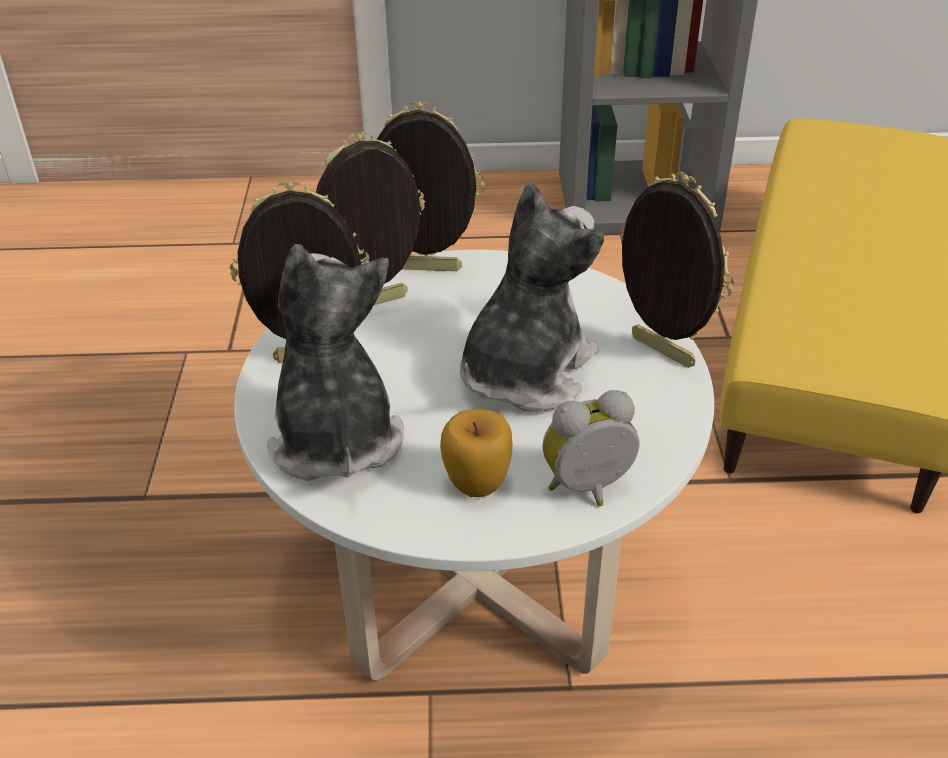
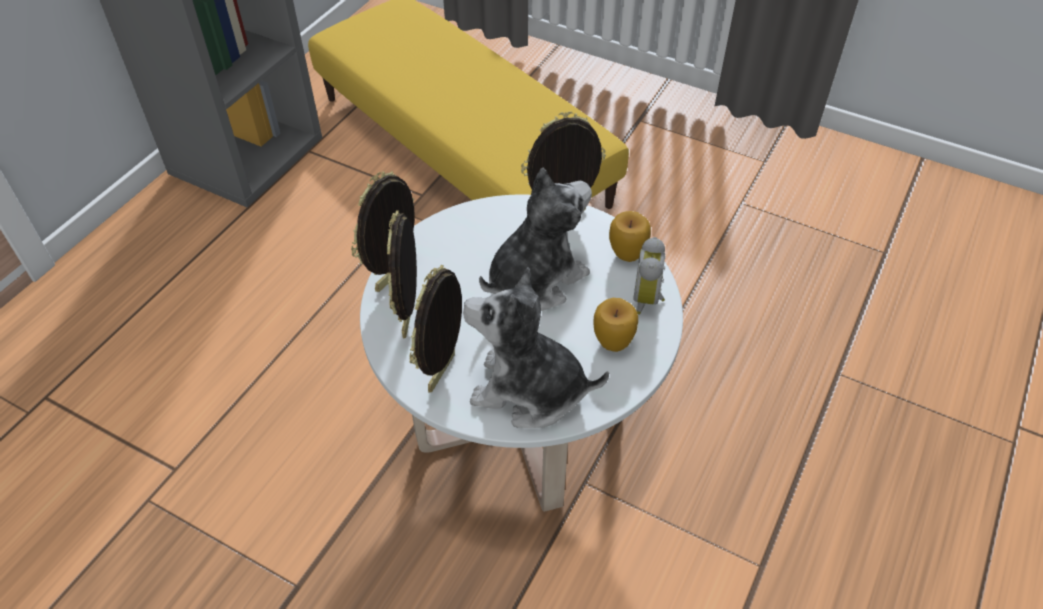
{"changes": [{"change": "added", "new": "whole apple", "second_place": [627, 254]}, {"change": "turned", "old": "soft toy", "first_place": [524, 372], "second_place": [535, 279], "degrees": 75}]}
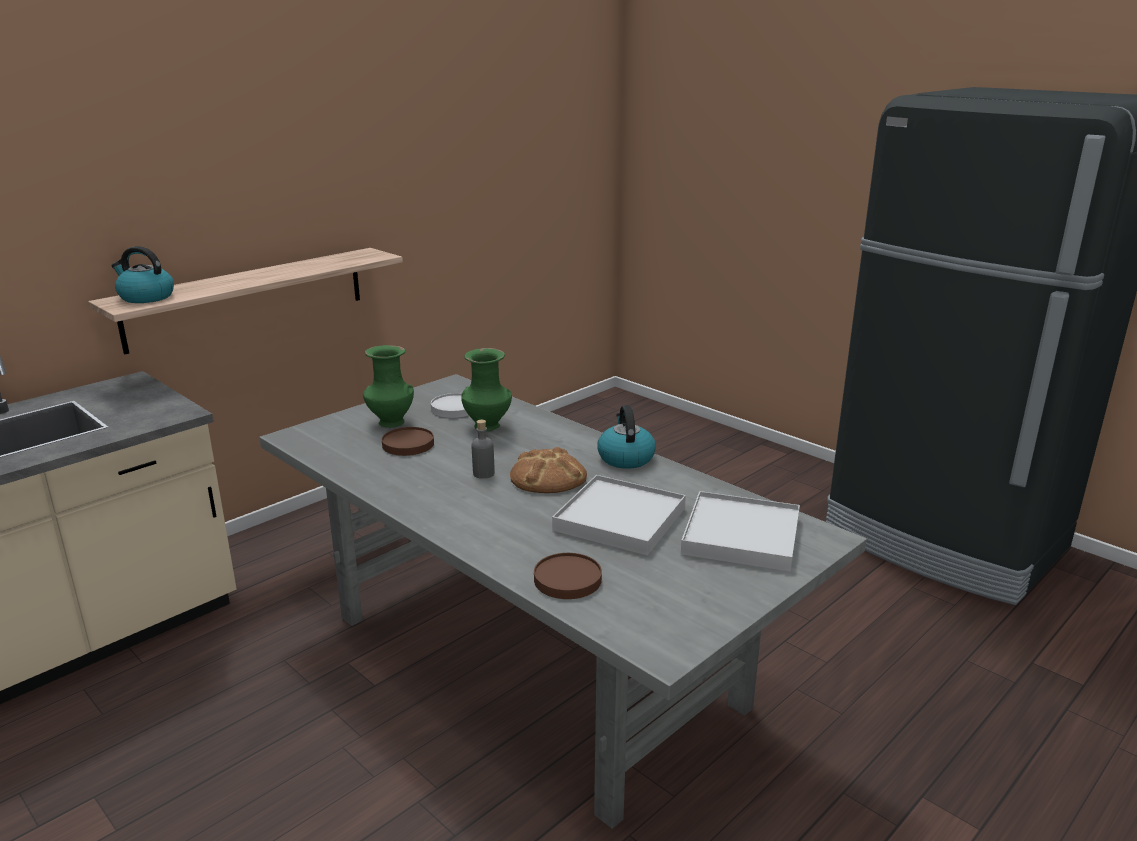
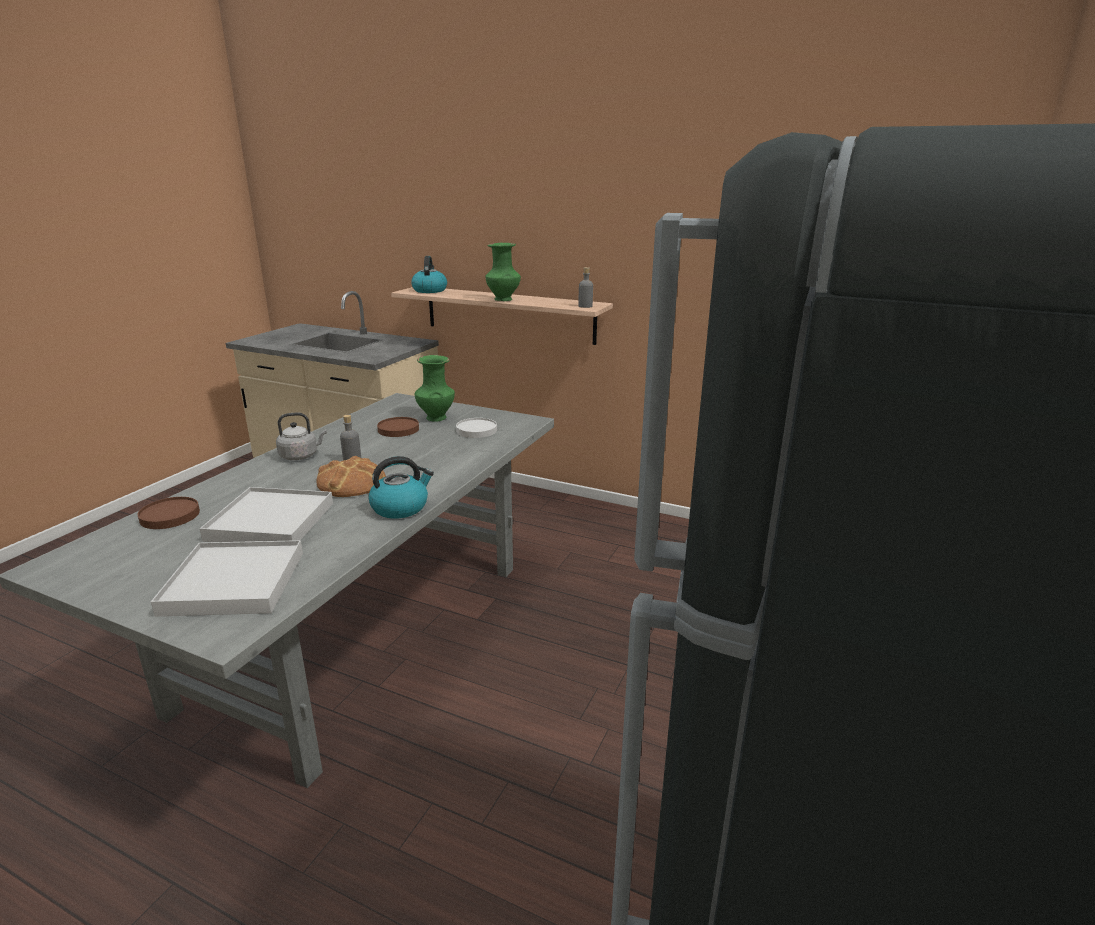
{"changes": [{"change": "added", "new": "gray kettle", "second_place": [301, 456]}, {"change": "added", "new": "gray drink bottle", "second_place": [585, 306]}, {"change": "moved", "old": "greenish decorative vase", "first_place": [488, 426], "second_place": [503, 300]}]}
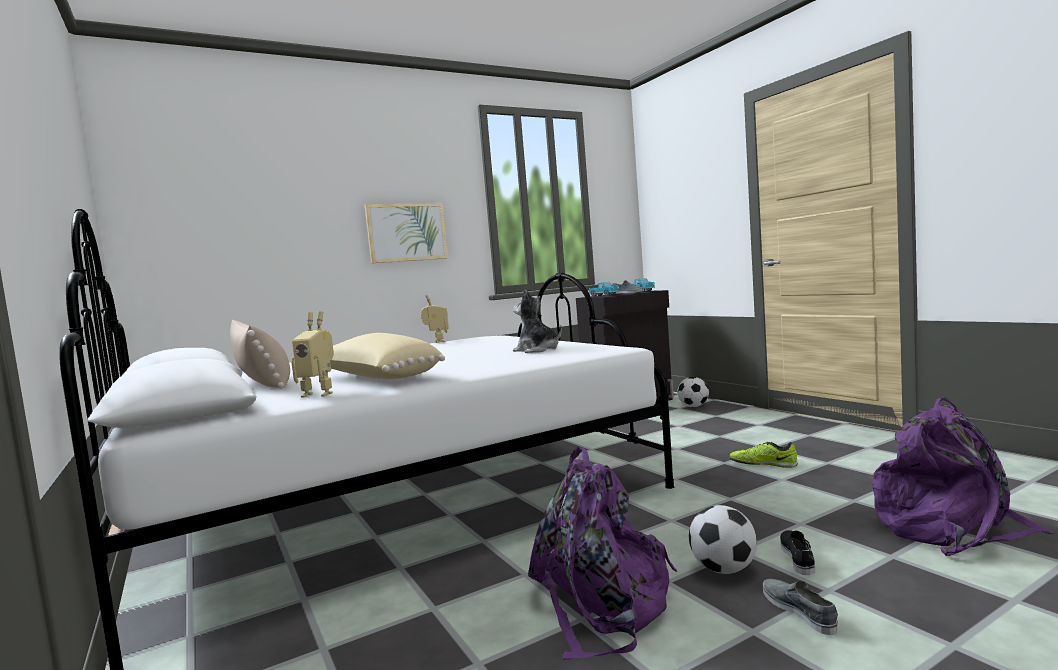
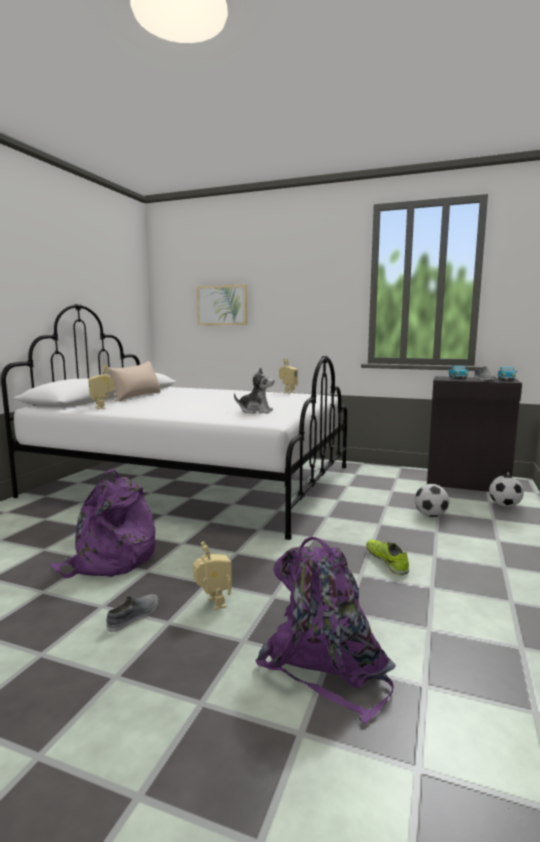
{"changes": [{"change": "removed", "old": "sand-coloured cushion", "first_place": [376, 378]}, {"change": "moved", "old": "wall picture", "first_place": [406, 232], "second_place": [222, 305]}, {"change": "moved", "old": "football", "first_place": [724, 570], "second_place": [430, 515]}, {"change": "replaced", "old": "black item of footwear", "new": "model robot", "first_place": [798, 556], "second_place": [213, 604]}, {"change": "turned", "old": "soft toy", "first_place": [537, 350], "second_place": [255, 411], "degrees": 105}]}
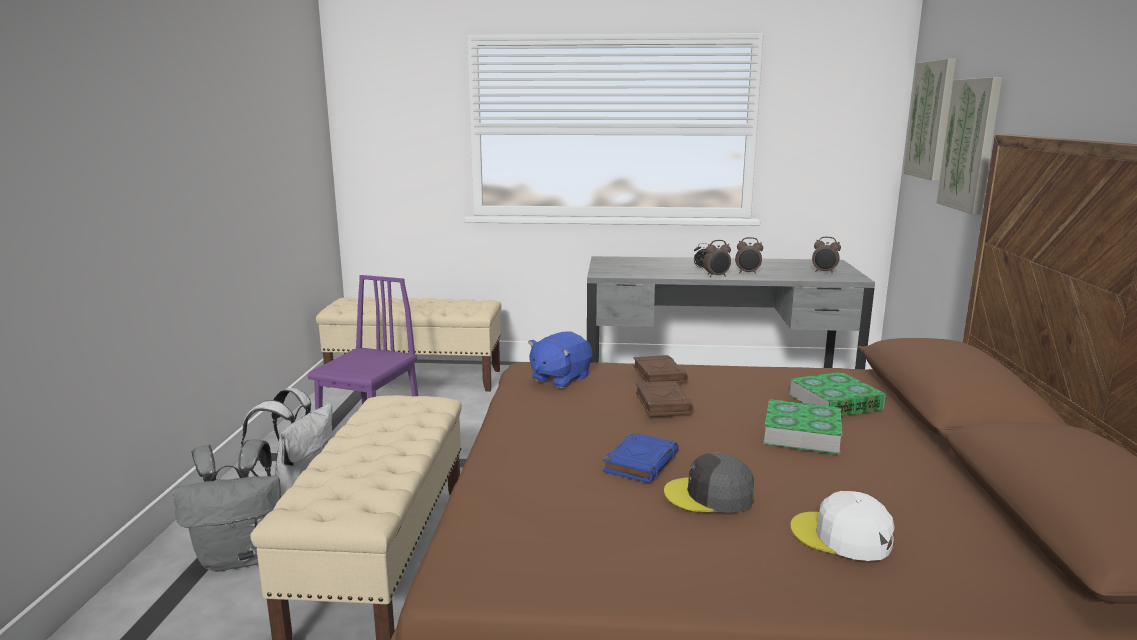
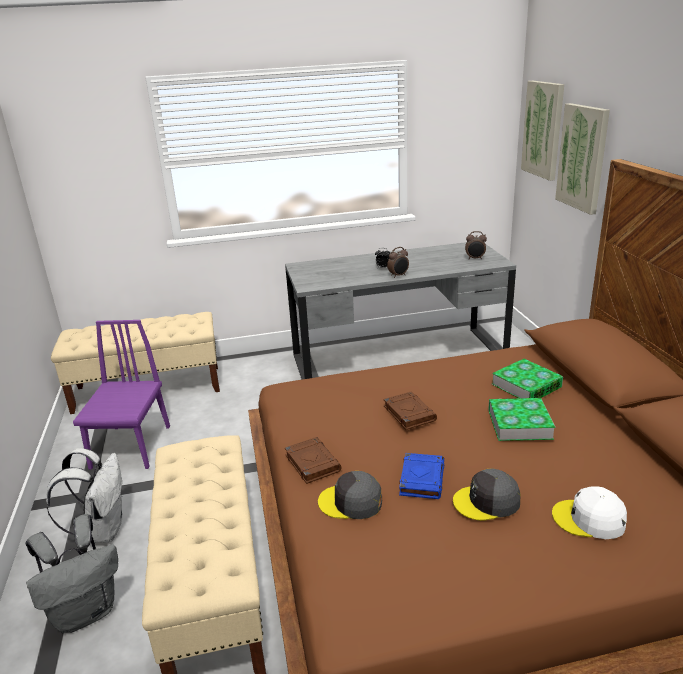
{"changes": [{"change": "removed", "old": "blue-coloured soft toy", "first_place": [559, 379]}, {"change": "removed", "old": "table clock", "first_place": [747, 273]}, {"change": "added", "new": "gray baseball cap", "second_place": [351, 502]}, {"change": "moved", "old": "brownish volume", "first_place": [658, 374], "second_place": [312, 463]}]}
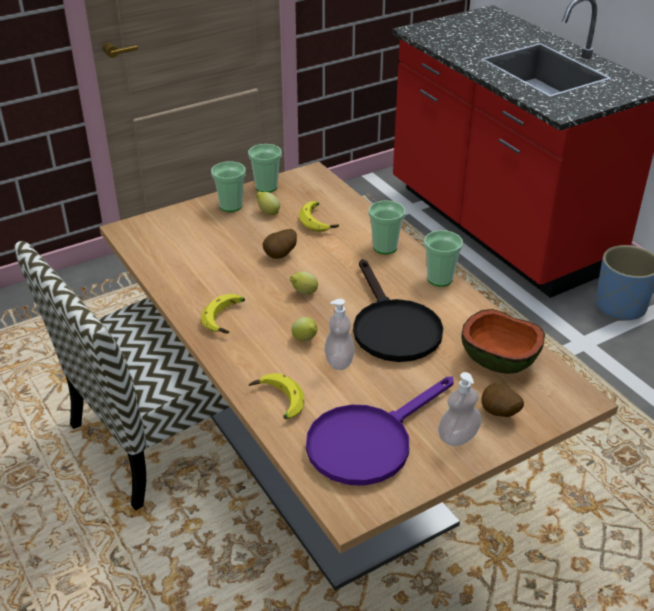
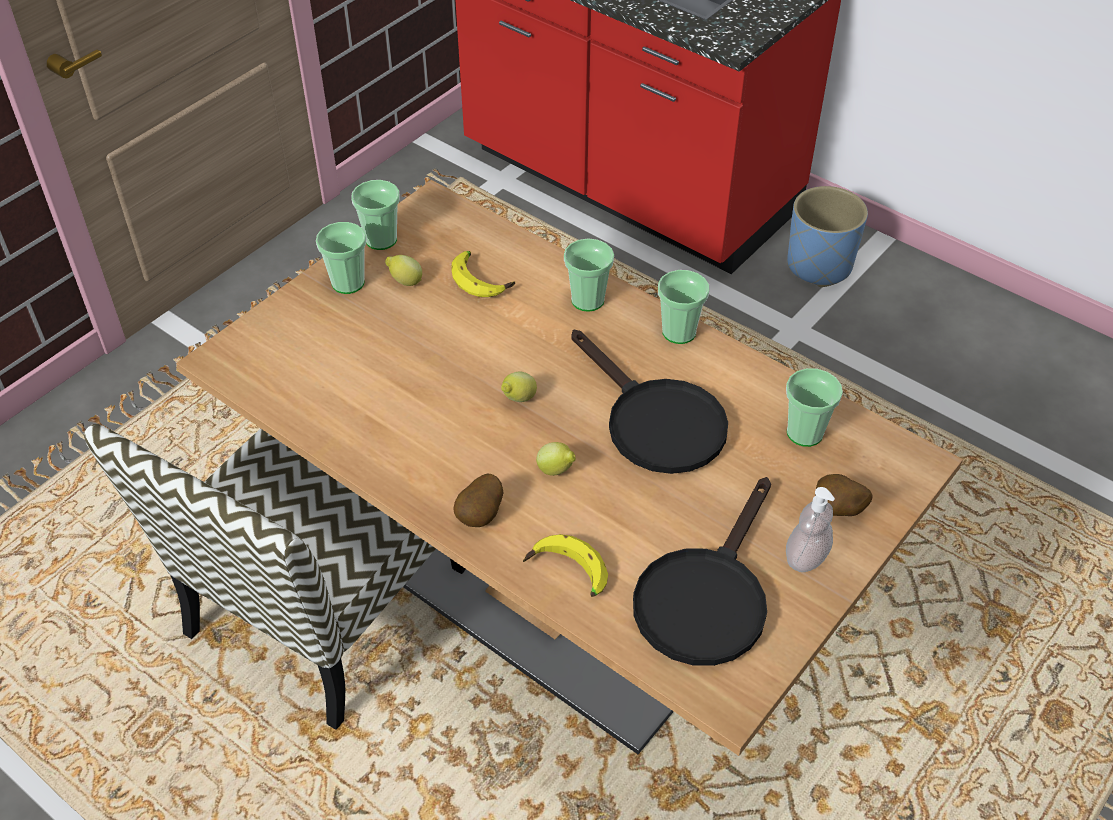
{"changes": [{"change": "removed", "old": "banana fruit", "first_place": [227, 319]}, {"change": "removed", "old": "soap dispenser", "first_place": [339, 361]}, {"change": "moved", "old": "potato", "first_place": [281, 256], "second_place": [481, 516]}, {"change": "replaced", "old": "serving bowl", "new": "cup", "first_place": [500, 359], "second_place": [804, 433]}, {"change": "recoloured", "old": "purplish frying pan", "new": "black frying pan", "first_place": [368, 441], "second_place": [706, 596]}]}
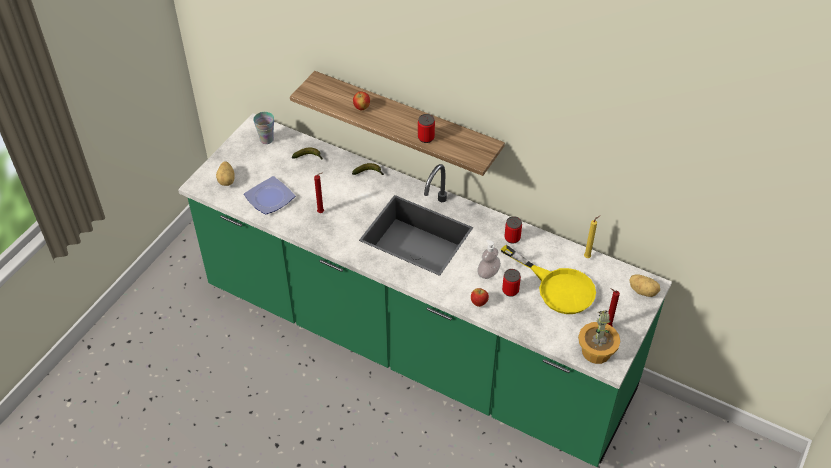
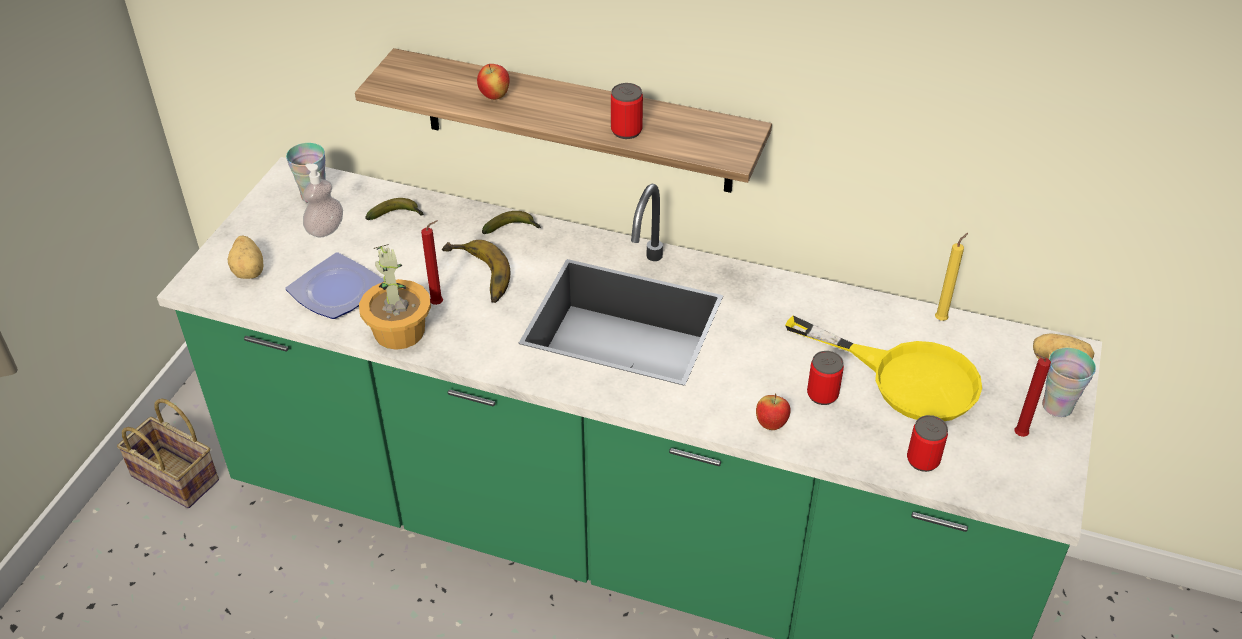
{"changes": [{"change": "added", "new": "household basket", "second_place": [178, 478]}, {"change": "added", "new": "banana fruit", "second_place": [475, 276]}, {"change": "added", "new": "cup", "second_place": [1057, 406]}, {"change": "moved", "old": "soap dispenser", "first_place": [488, 273], "second_place": [325, 229]}, {"change": "moved", "old": "sealed can", "first_place": [512, 238], "second_place": [923, 460]}, {"change": "moved", "old": "potted plant", "first_place": [596, 352], "second_place": [399, 332]}]}
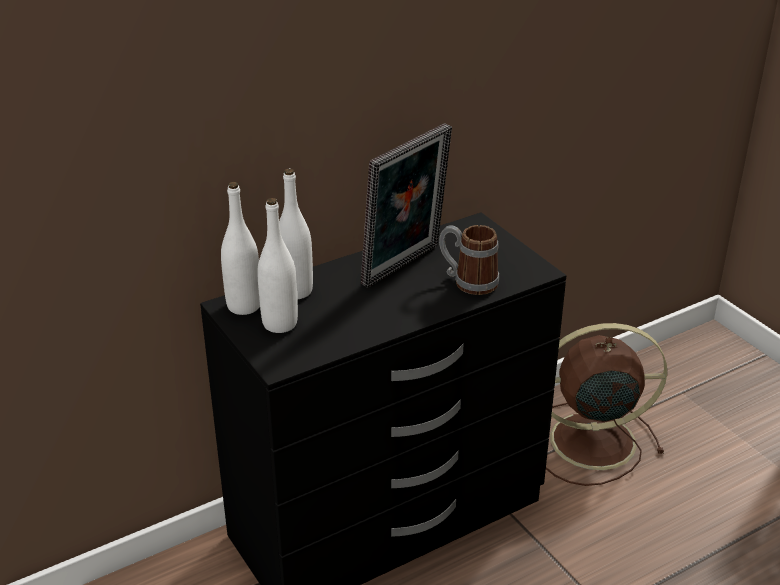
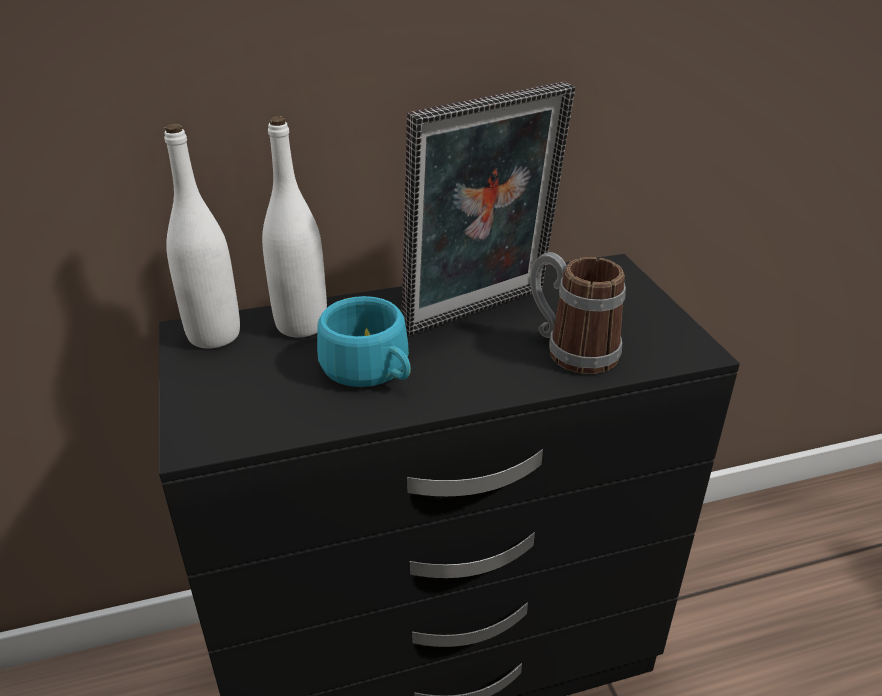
{"changes": [{"change": "removed", "old": "white-coloured drink bottle", "first_place": [280, 323]}, {"change": "removed", "old": "brownish electric fan", "first_place": [588, 441]}, {"change": "added", "new": "turquoise cup", "second_place": [371, 370]}]}
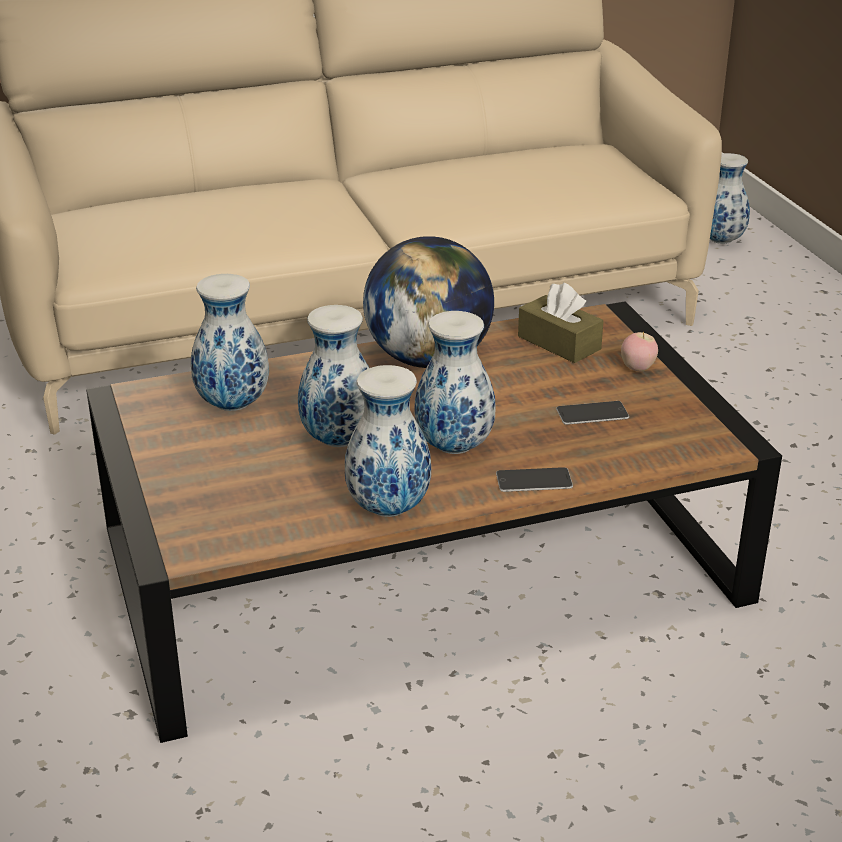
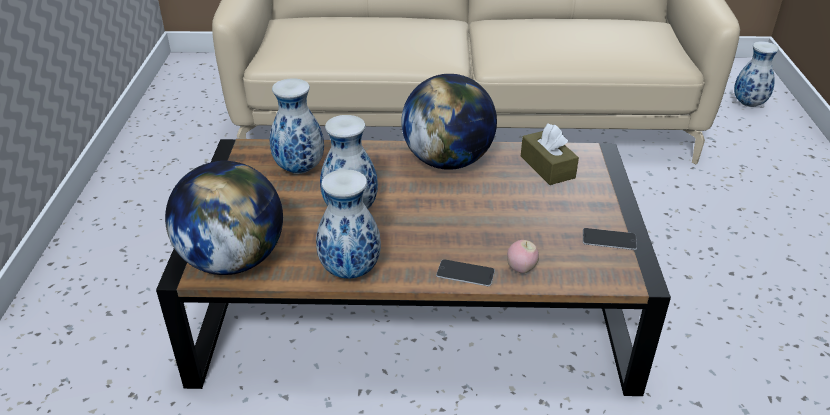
{"changes": [{"change": "removed", "old": "decorative vase", "first_place": [455, 446]}, {"change": "added", "new": "world globe", "second_place": [233, 260]}, {"change": "moved", "old": "phone", "first_place": [592, 413], "second_place": [609, 239]}, {"change": "moved", "old": "whole apple", "first_place": [637, 369], "second_place": [521, 269]}]}
